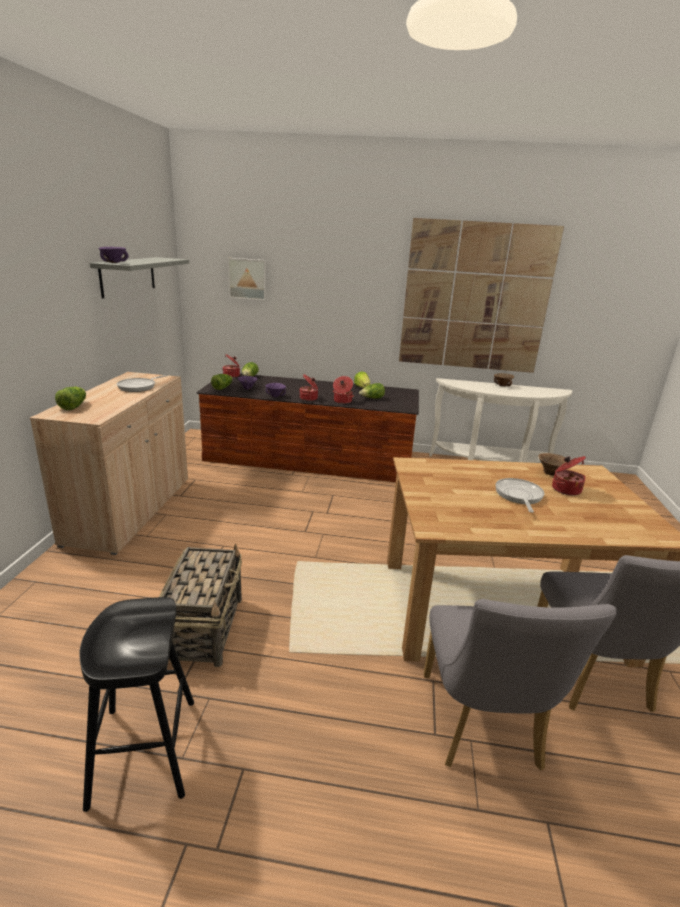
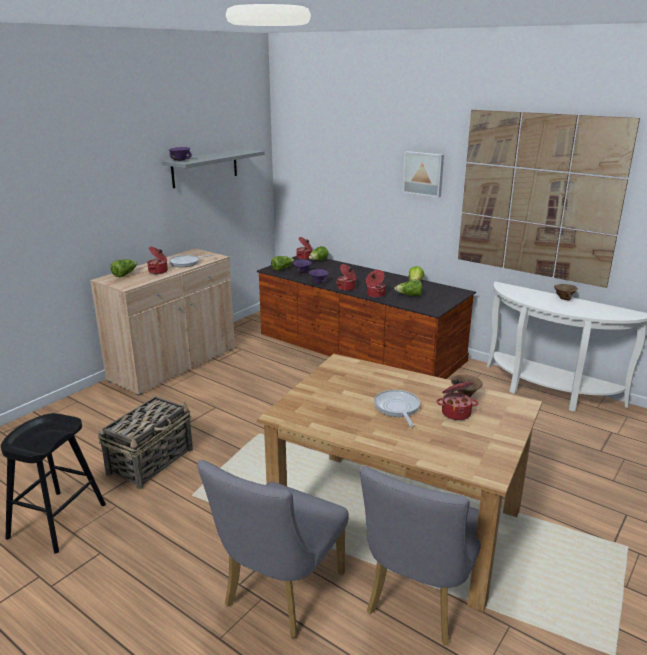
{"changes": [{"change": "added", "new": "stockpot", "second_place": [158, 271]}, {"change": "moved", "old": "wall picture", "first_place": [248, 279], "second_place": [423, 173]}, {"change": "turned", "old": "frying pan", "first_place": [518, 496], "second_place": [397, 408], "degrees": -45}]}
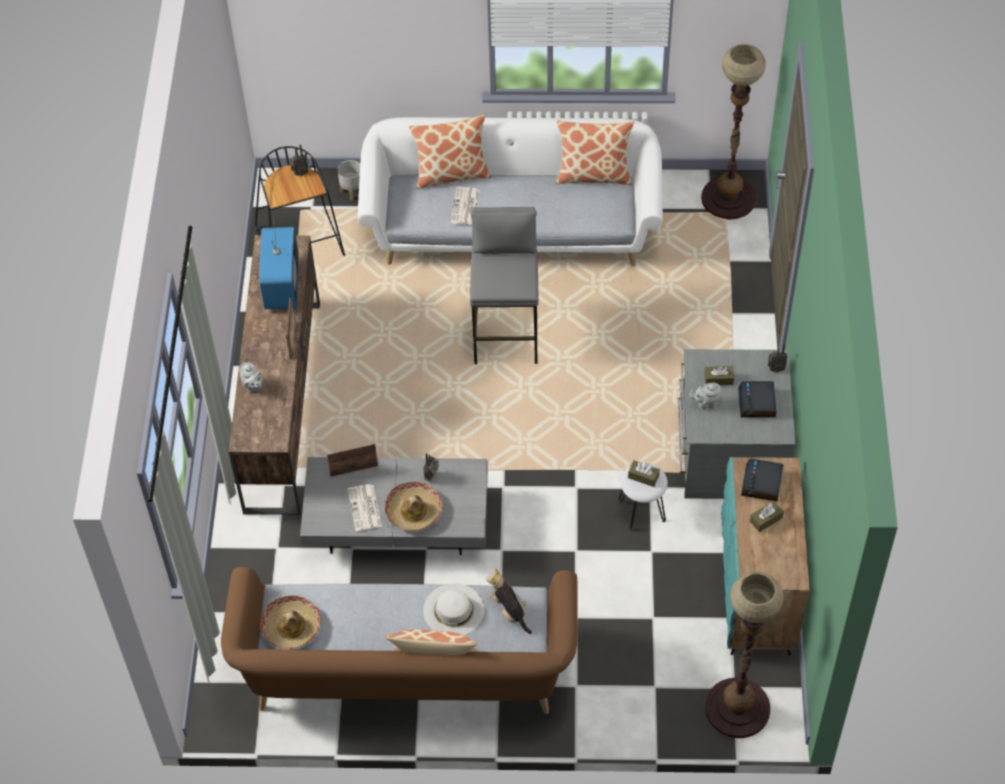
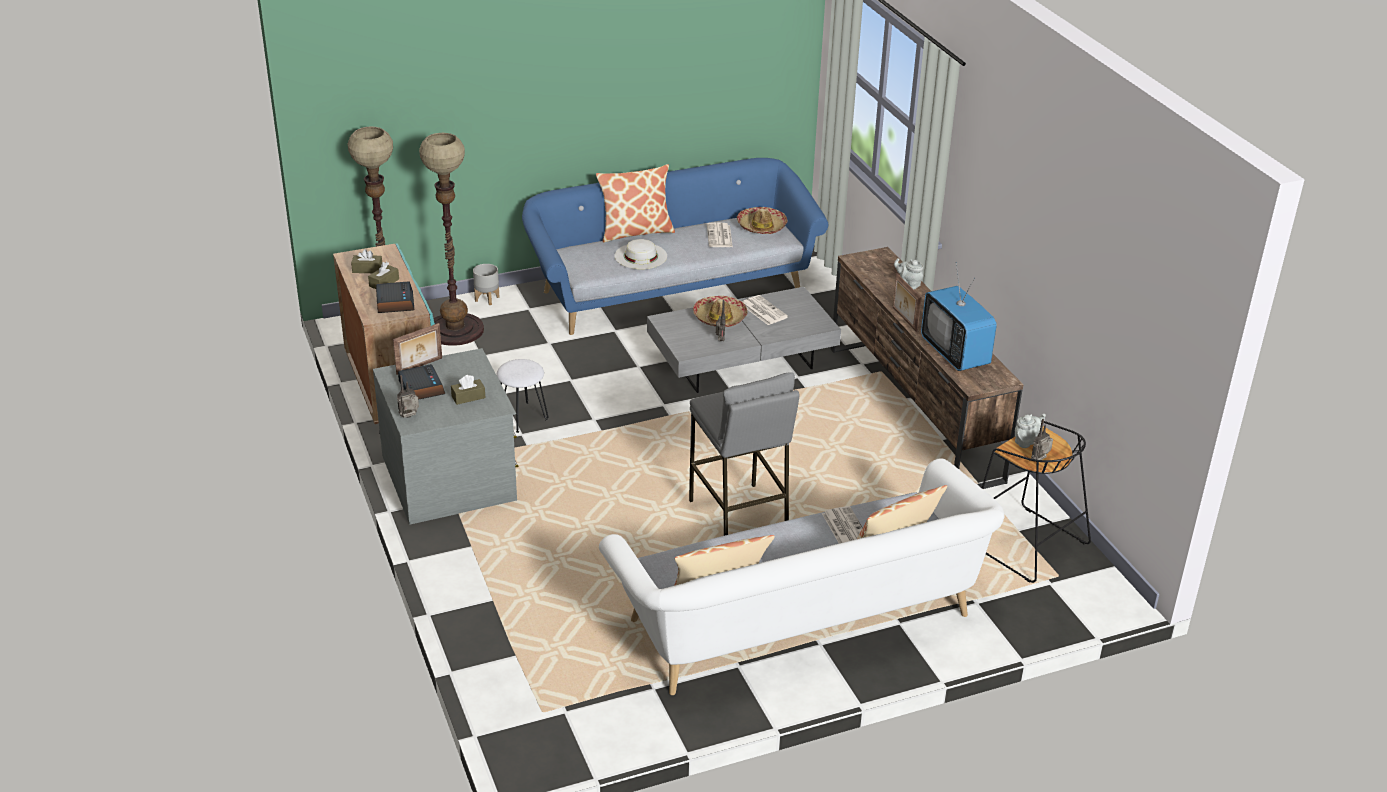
{"changes": [{"change": "removed", "old": "soft toy", "first_place": [509, 611]}, {"change": "added", "new": "printed paper", "second_place": [720, 236]}, {"change": "moved", "old": "standing frame", "first_place": [354, 470], "second_place": [420, 366]}, {"change": "moved", "old": "gray plant pot", "first_place": [352, 191], "second_place": [487, 298]}, {"change": "moved", "old": "brownish tissue box", "first_place": [643, 477], "second_place": [367, 269]}, {"change": "moved", "old": "gray teapot", "first_place": [705, 403], "second_place": [1026, 441]}, {"change": "moved", "old": "standard lamp", "first_place": [728, 198], "second_place": [455, 330]}, {"change": "recoloured", "old": "brownish settee", "new": "blue-coloured settee", "first_place": [406, 671], "second_place": [671, 289]}]}
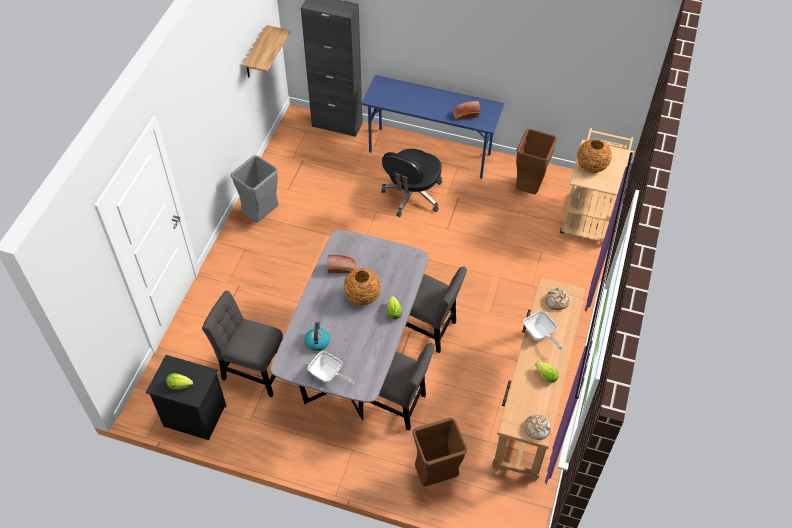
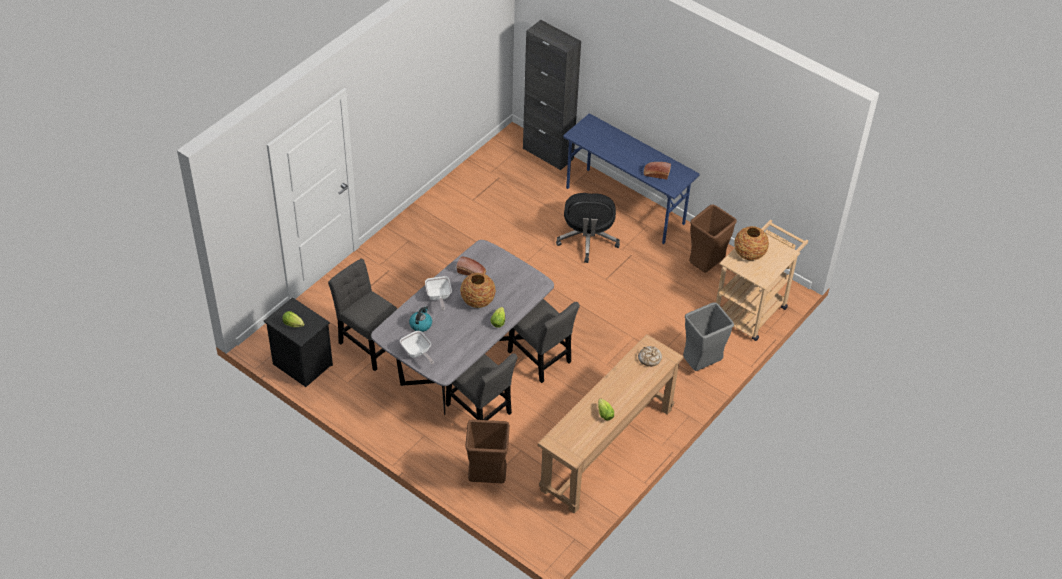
{"changes": [{"change": "removed", "old": "bracket shelf", "first_place": [255, 53]}, {"change": "removed", "old": "bakery bread", "first_place": [537, 428]}, {"change": "moved", "old": "gray rubbish bin", "first_place": [261, 215], "second_place": [701, 364]}, {"change": "moved", "old": "frying pan", "first_place": [540, 334], "second_place": [438, 297]}, {"change": "turned", "old": "black desk chair", "first_place": [412, 195], "second_place": [587, 240], "degrees": -45}]}
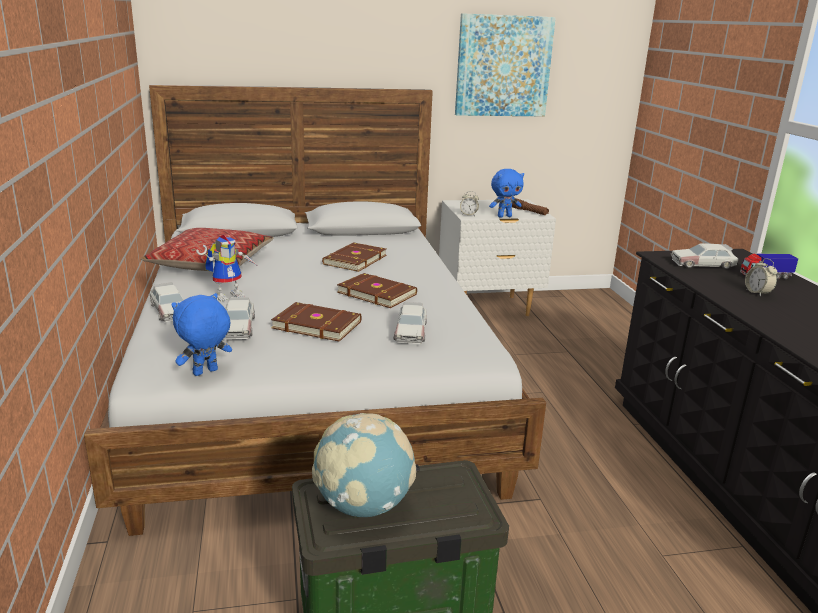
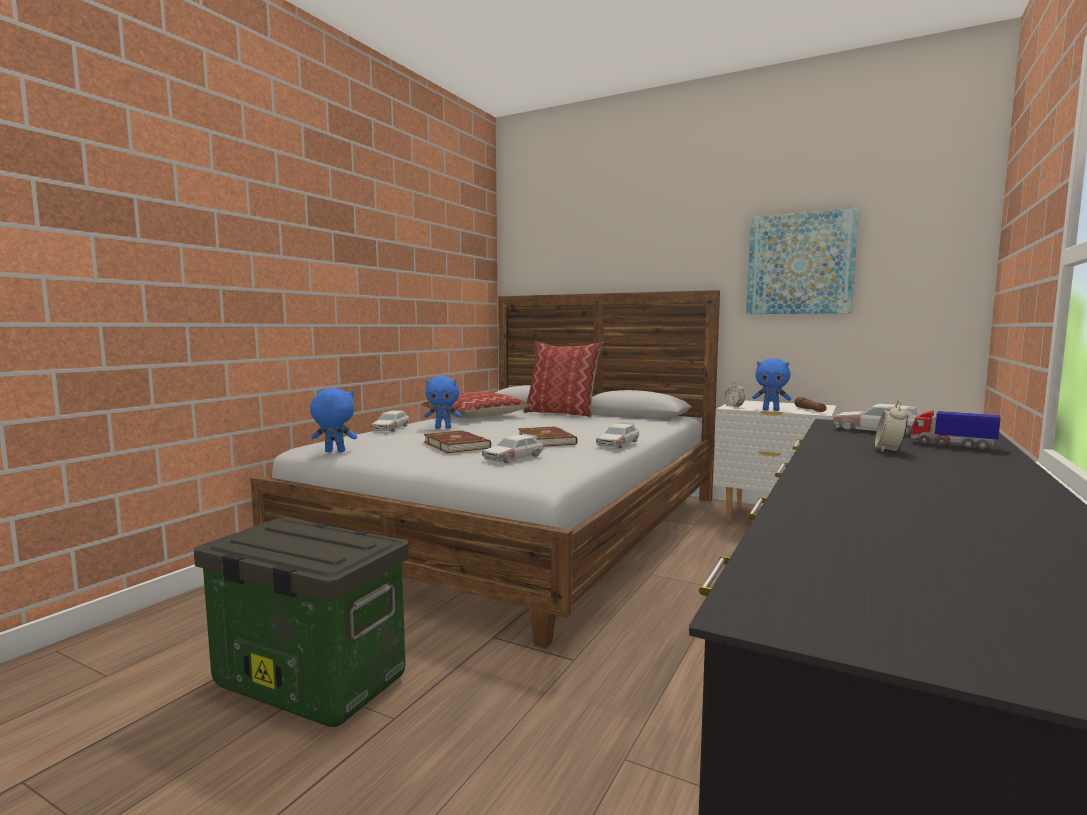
{"changes": [{"change": "removed", "old": "world globe", "first_place": [364, 506]}, {"change": "removed", "old": "brownish volume", "first_place": [354, 260]}, {"change": "added", "new": "cushion", "second_place": [562, 413]}, {"change": "moved", "old": "toy car", "first_place": [238, 327], "second_place": [618, 444]}, {"change": "replaced", "old": "model robot", "new": "blue-coloured soft toy", "first_place": [229, 295], "second_place": [443, 428]}]}
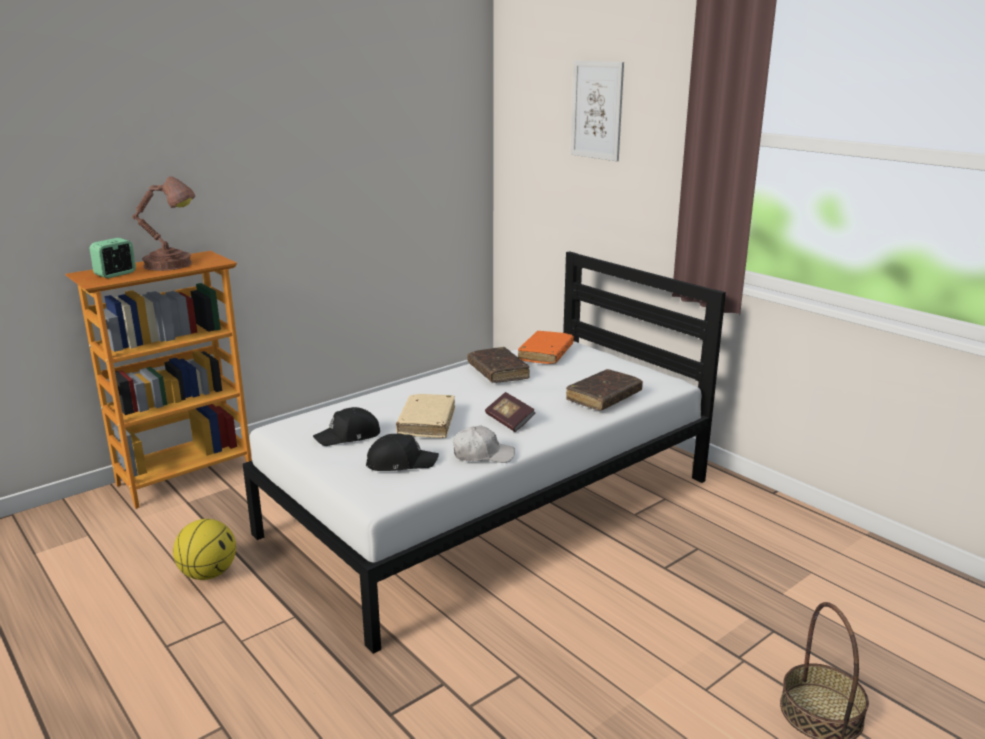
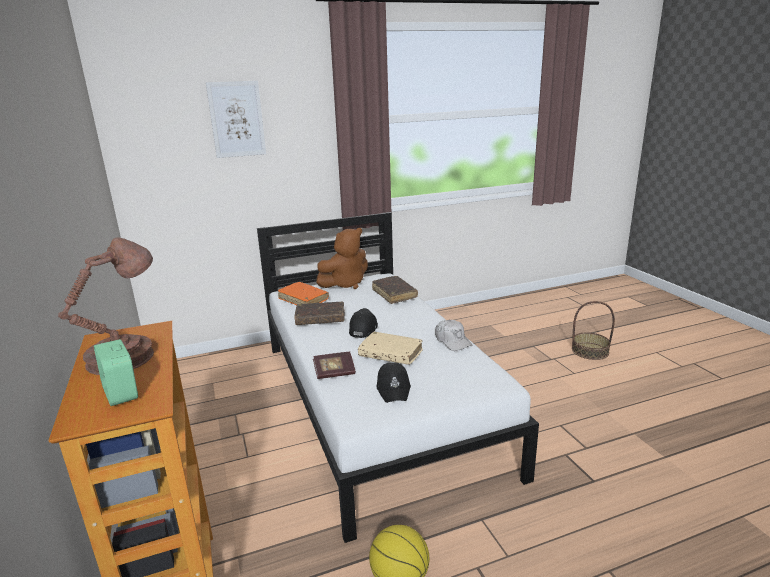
{"changes": [{"change": "added", "new": "brownish soft toy", "second_place": [345, 284]}, {"change": "moved", "old": "black baseball cap", "first_place": [400, 462], "second_place": [363, 328]}, {"change": "moved", "old": "volume", "first_place": [509, 421], "second_place": [334, 373]}, {"change": "turned", "old": "white-coloured baseball cap", "first_place": [482, 455], "second_place": [452, 341], "degrees": 135}]}
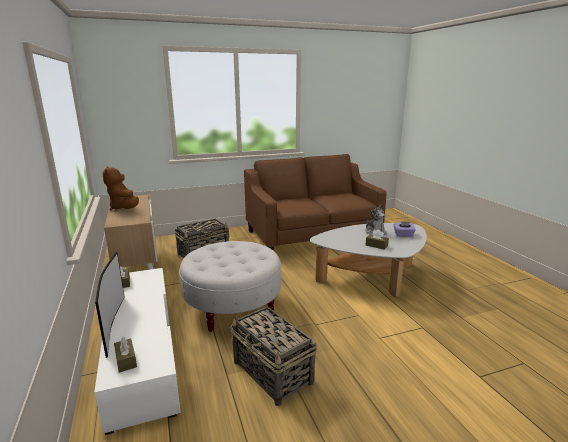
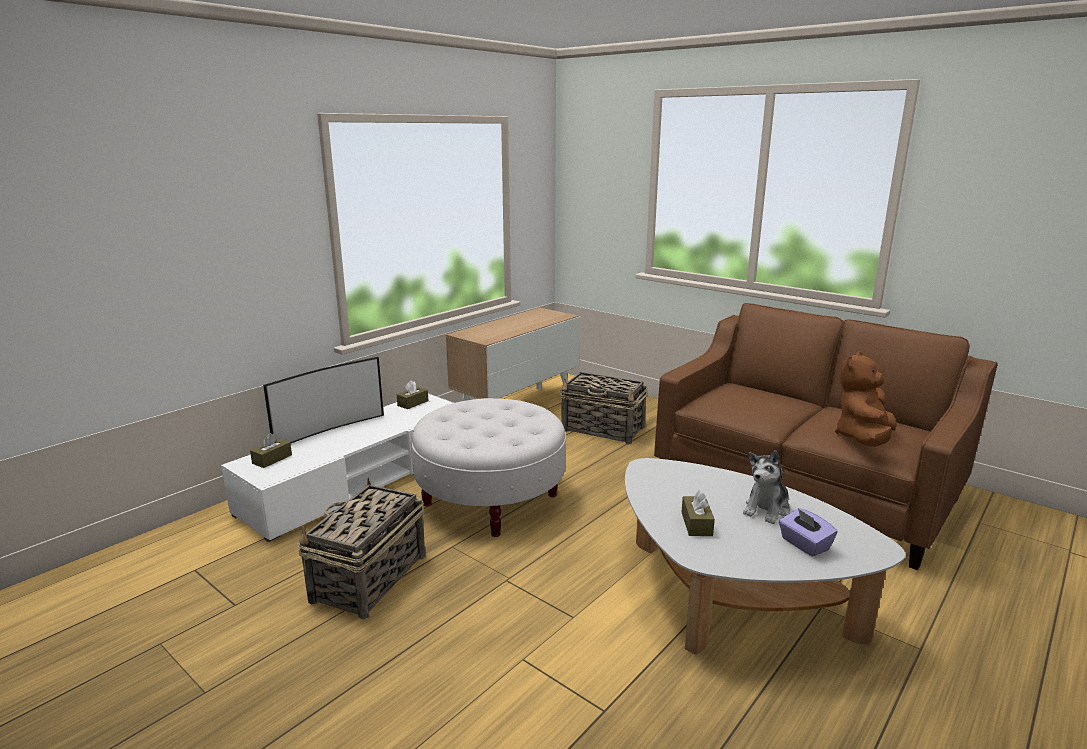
{"changes": [{"change": "moved", "old": "brownish soft toy", "first_place": [124, 208], "second_place": [863, 439]}]}
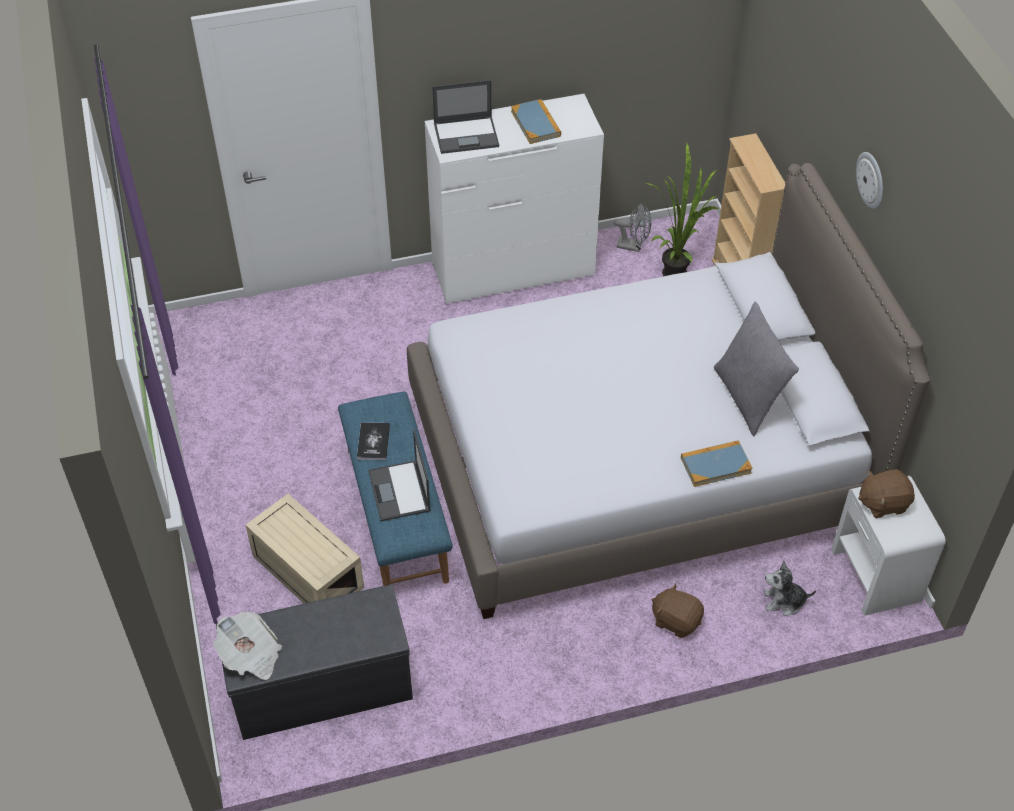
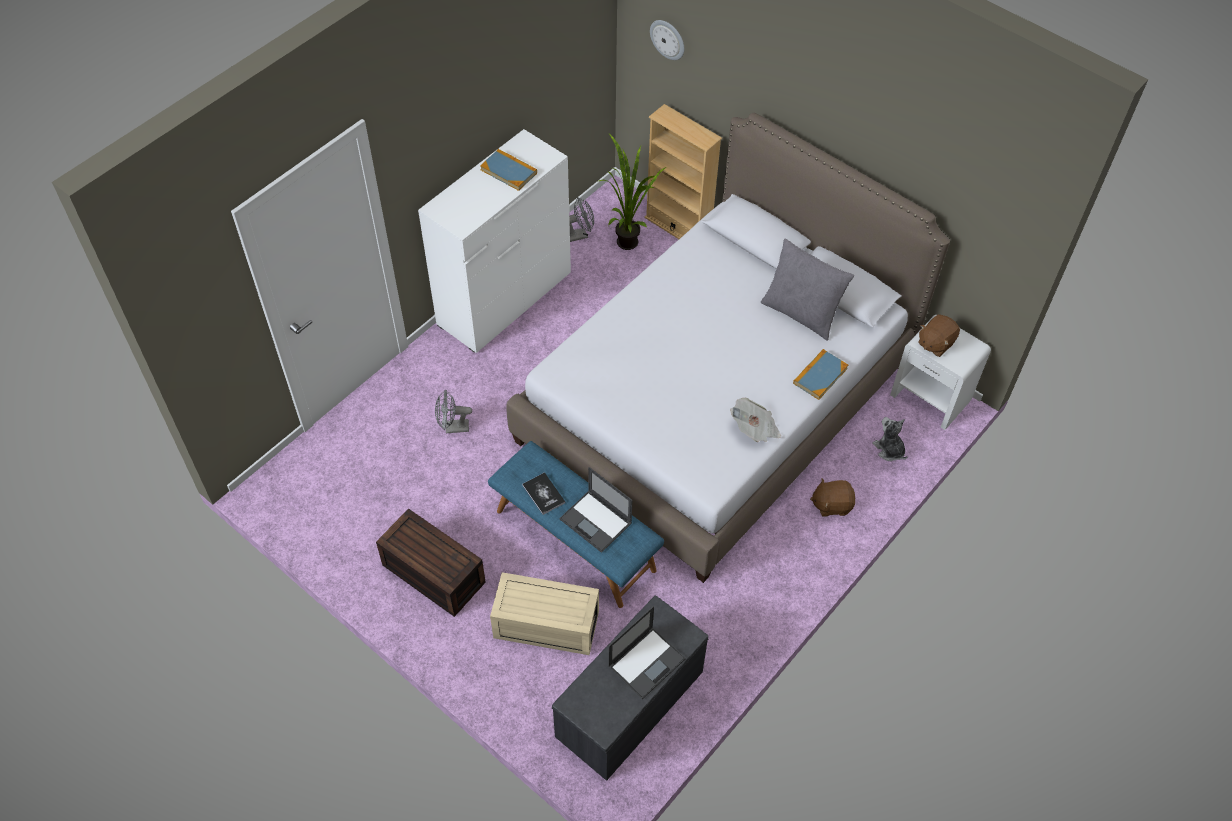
{"changes": [{"change": "added", "new": "brownish storage box", "second_place": [431, 574]}, {"change": "added", "new": "gray electric fan", "second_place": [453, 428]}, {"change": "moved", "old": "printed paper", "first_place": [250, 655], "second_place": [755, 429]}, {"change": "moved", "old": "portable computer", "first_place": [467, 135], "second_place": [647, 662]}, {"change": "moved", "old": "hanging clock", "first_place": [871, 180], "second_place": [668, 39]}, {"change": "turned", "old": "soft toy", "first_place": [784, 601], "second_place": [889, 450], "degrees": 90}]}
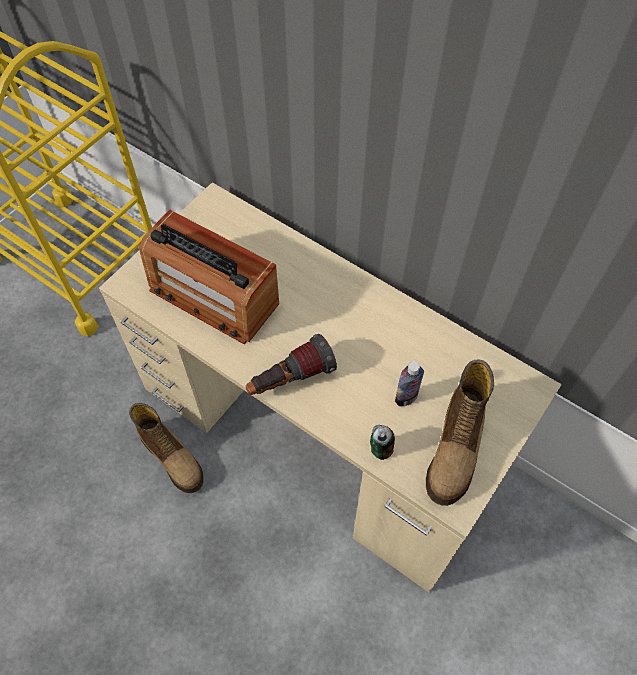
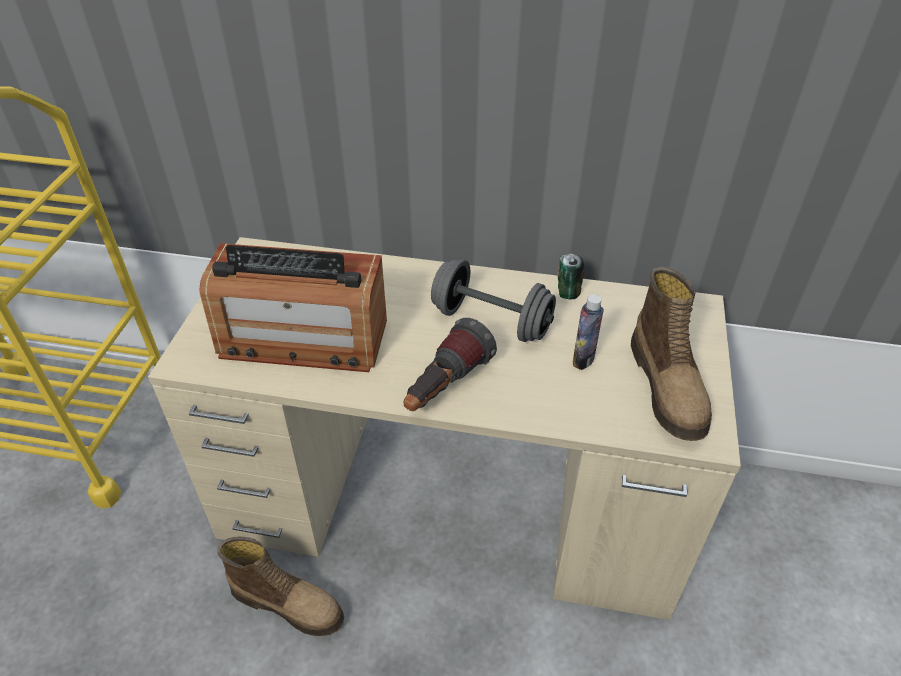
{"changes": [{"change": "added", "new": "gray hand weight", "second_place": [491, 321]}, {"change": "moved", "old": "sealed can", "first_place": [380, 450], "second_place": [567, 293]}]}
